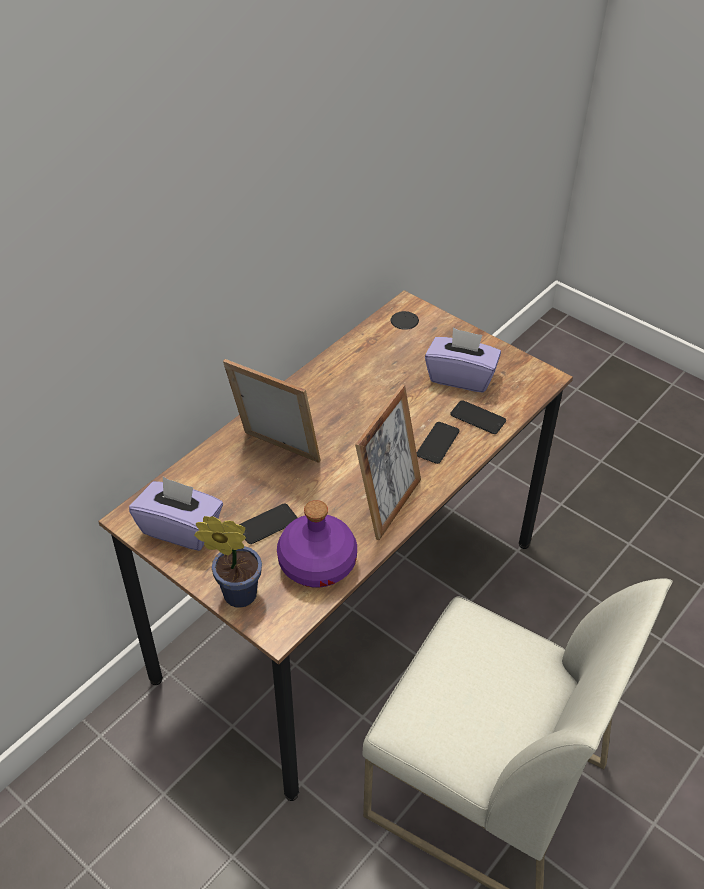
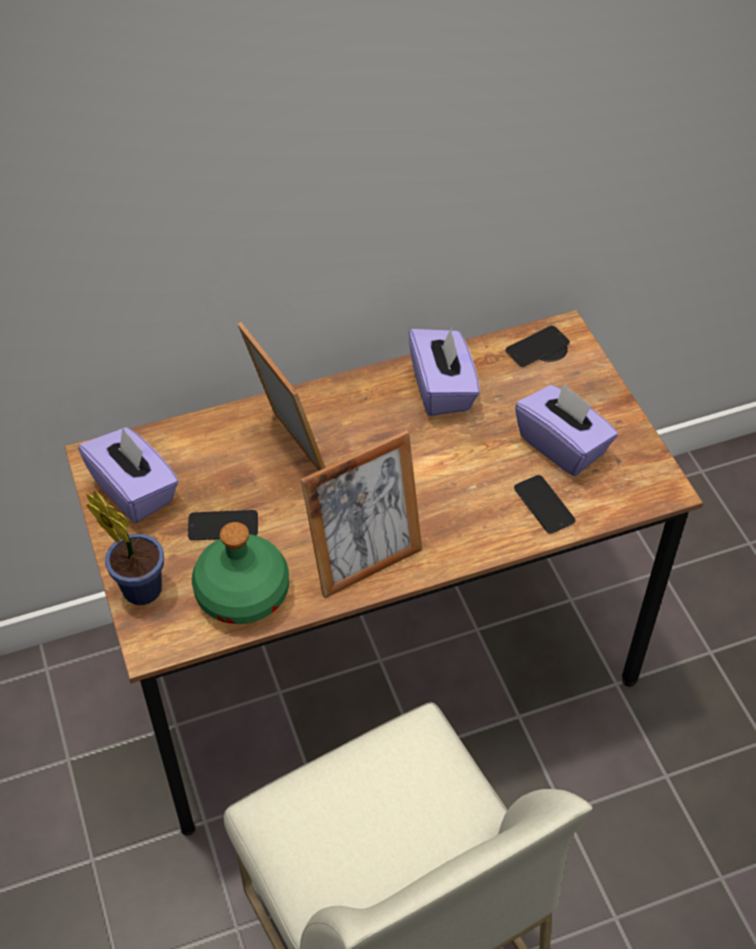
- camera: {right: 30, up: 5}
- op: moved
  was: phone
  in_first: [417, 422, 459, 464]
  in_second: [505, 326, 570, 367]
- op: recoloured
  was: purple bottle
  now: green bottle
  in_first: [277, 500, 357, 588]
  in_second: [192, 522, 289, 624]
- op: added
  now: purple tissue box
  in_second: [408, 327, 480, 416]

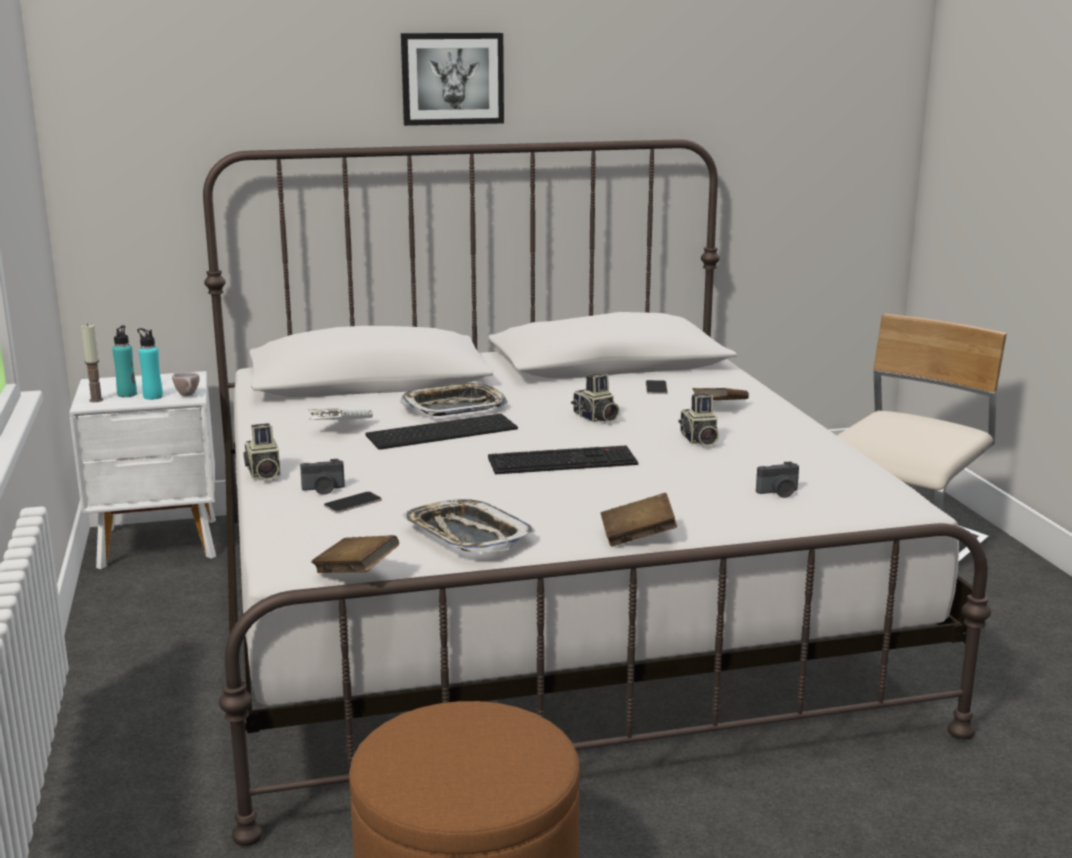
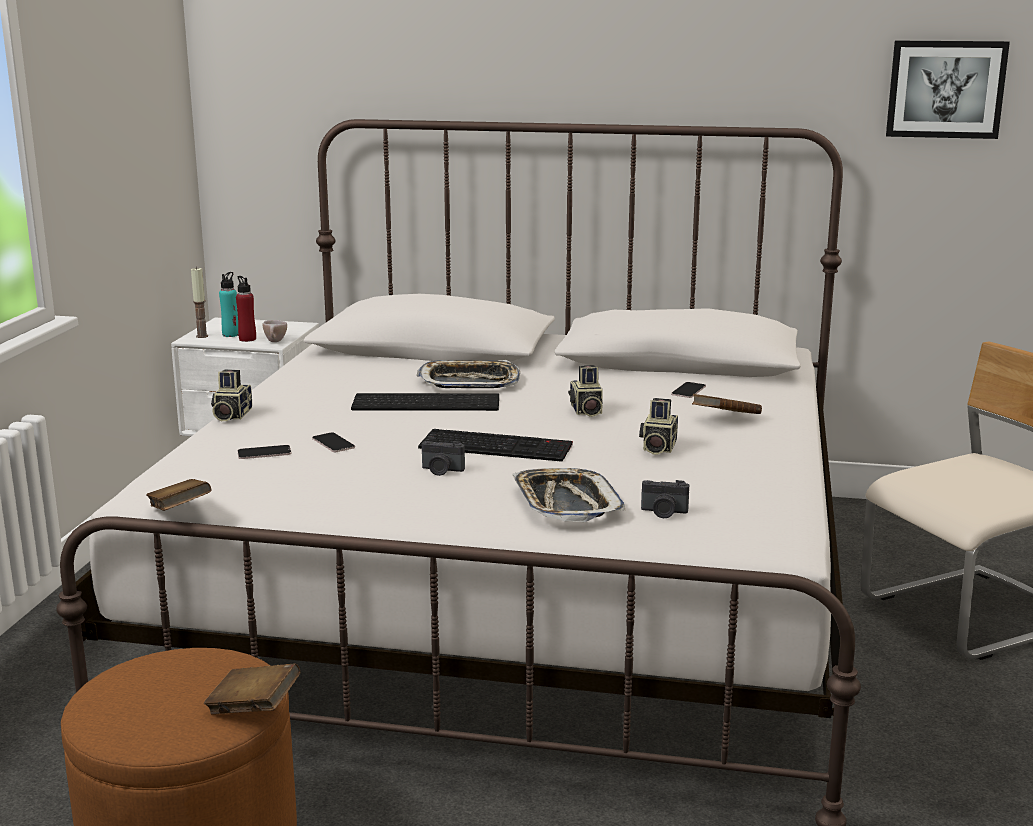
- camera: {right: 25, up: 0}
- op: moved
  was: picture
  in_first: [401, 33, 504, 126]
  in_second: [886, 41, 1010, 139]
- op: recoloured
  was: turquoise bottle
  now: red bottle
  in_first: [137, 328, 163, 400]
  in_second: [236, 276, 256, 342]
- op: removed
  was: white book
  in_first: [308, 408, 373, 420]
- op: moved
  was: photo camera
  in_first: [300, 459, 345, 495]
  in_second: [422, 441, 465, 476]
- op: moved
  was: brown book
  in_first: [601, 493, 677, 546]
  in_second: [204, 664, 300, 714]
- op: moved
  was: tray
  in_first: [401, 499, 535, 552]
  in_second: [512, 468, 625, 522]
- op: added
  now: phone
  in_second: [312, 432, 355, 452]

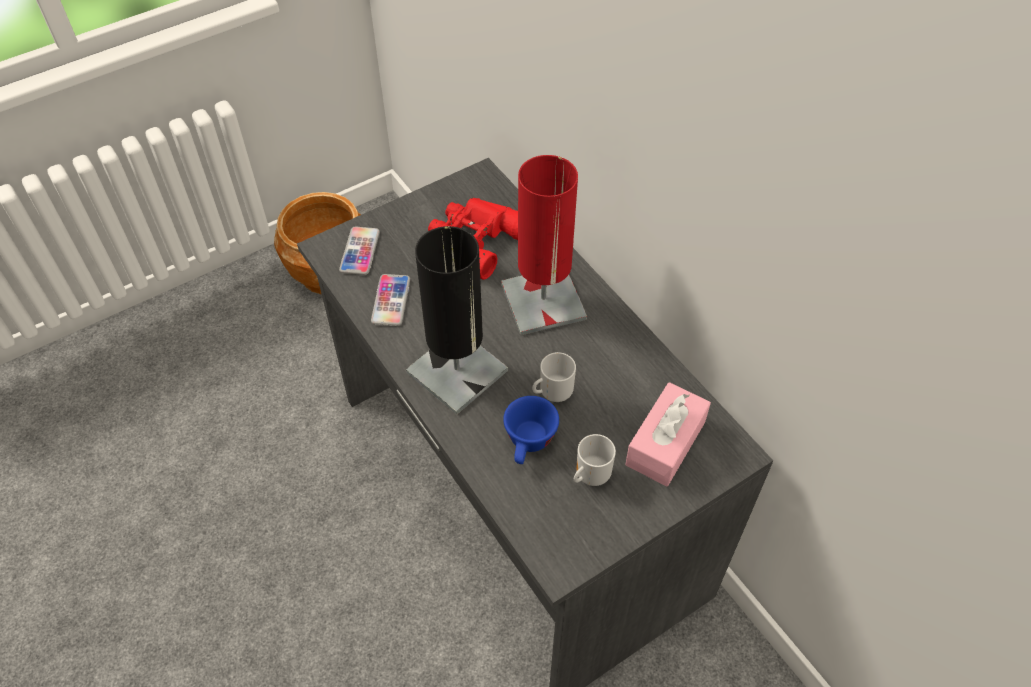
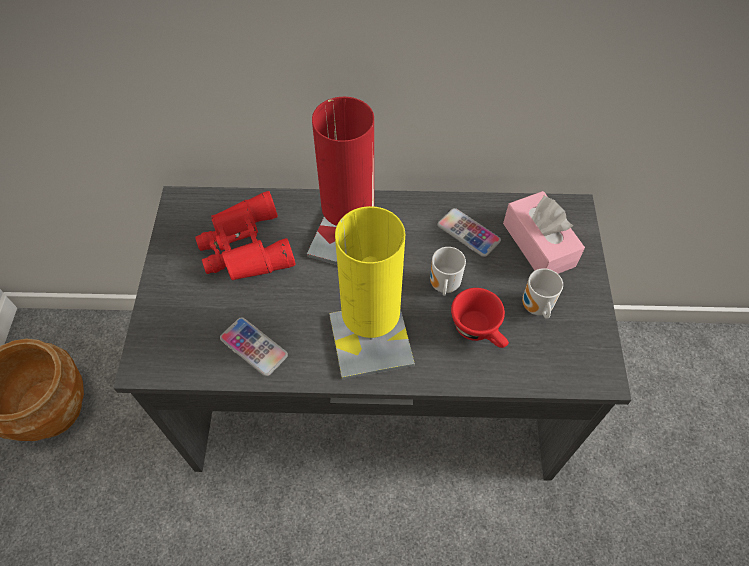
- camera: {right: -55, up: 5}
- op: moved
  was: phone
  in_first: [339, 226, 380, 275]
  in_second: [438, 208, 501, 257]
- op: recoloured
  was: black table lamp
  now: yellow table lamp
  in_first: [406, 226, 508, 415]
  in_second: [329, 206, 415, 380]
- op: recoloured
  was: blue cup
  now: red cup
  in_first: [503, 396, 559, 464]
  in_second: [451, 288, 509, 348]

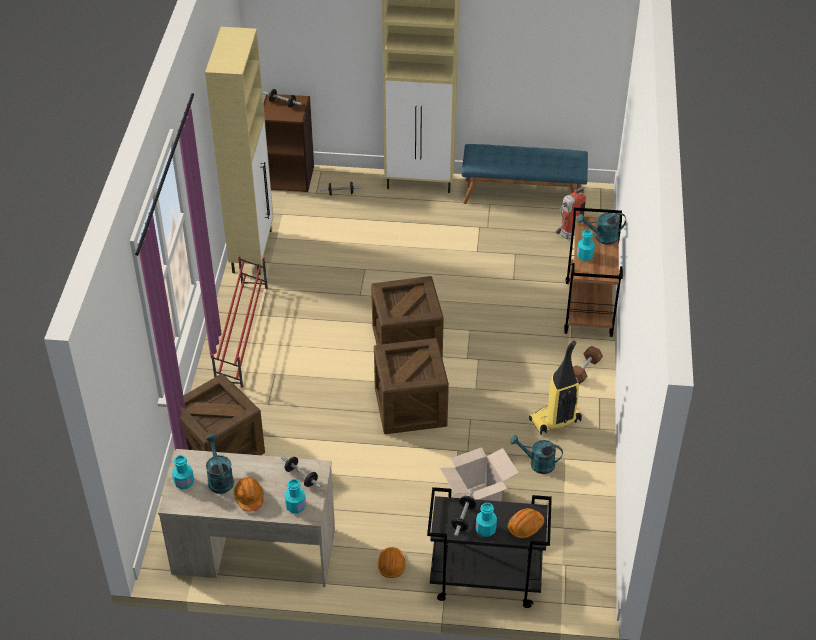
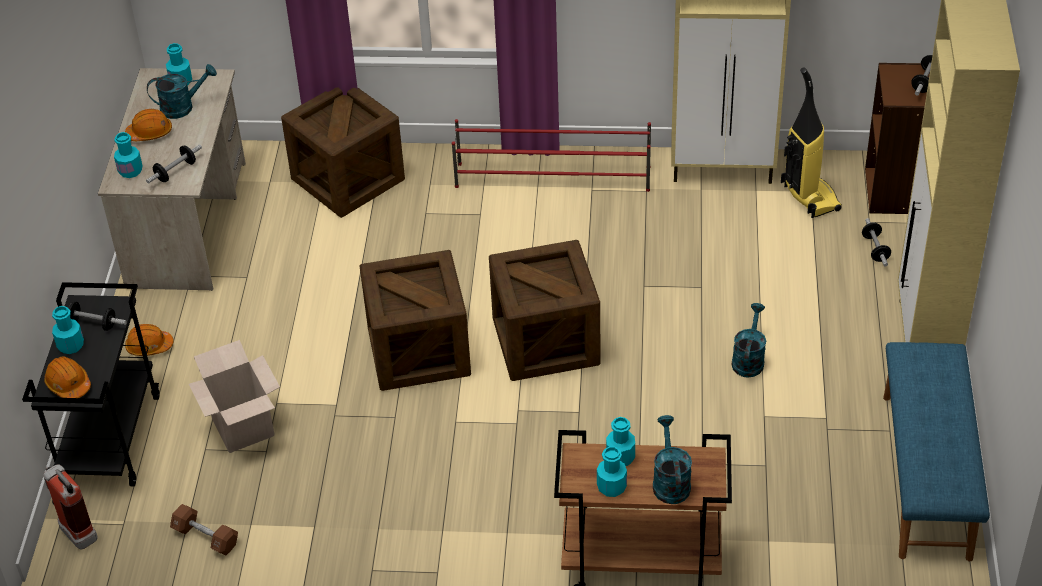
- camera: {right: 90, up: 0}
- op: moved
  was: fire extinguisher
  in_first: [555, 187, 586, 239]
  in_second: [43, 464, 98, 550]
- op: moved
  was: vacuum cleaner
  in_first: [529, 341, 582, 435]
  in_second: [781, 68, 842, 218]
- op: moved
  was: brown dumbbell
  in_first: [573, 346, 603, 384]
  in_second: [170, 504, 238, 555]
- op: moved
  was: turquoise watering can
  in_first: [510, 435, 563, 474]
  in_second: [731, 303, 766, 377]
- op: added
  now: turquoise bottle
  in_second: [597, 446, 627, 497]

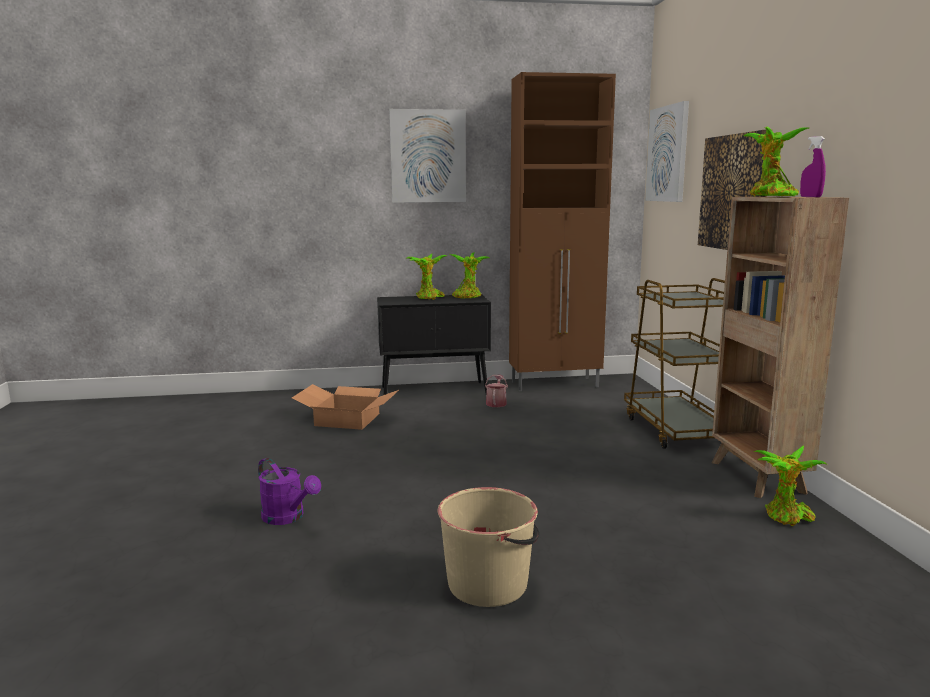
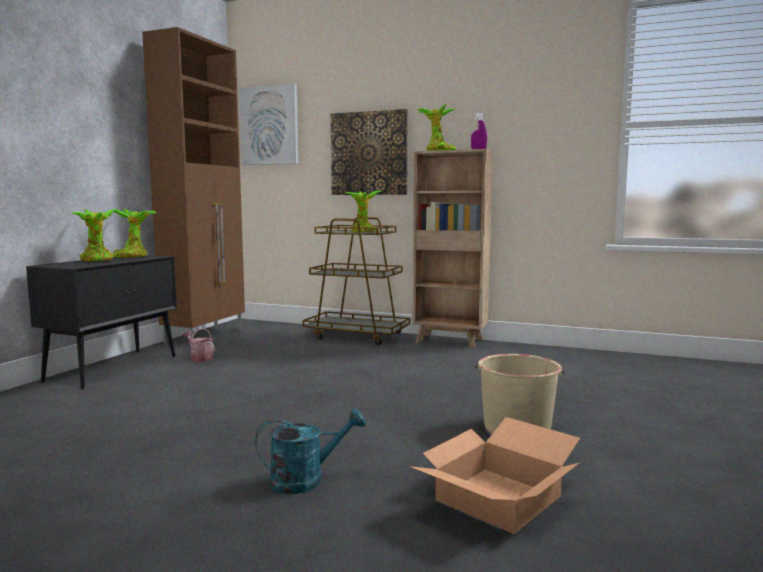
- camera: {right: -60, up: -5}
- op: removed
  was: picture
  in_first: [389, 109, 466, 203]
- op: moved
  was: cardboard box
  in_first: [292, 384, 399, 430]
  in_second: [410, 417, 580, 534]
- op: moved
  was: potted plant
  in_first: [753, 445, 827, 526]
  in_second: [344, 190, 382, 233]
- op: recoloured
  was: purple watering can
  now: turquoise watering can
  in_first: [258, 458, 321, 525]
  in_second: [255, 408, 366, 494]

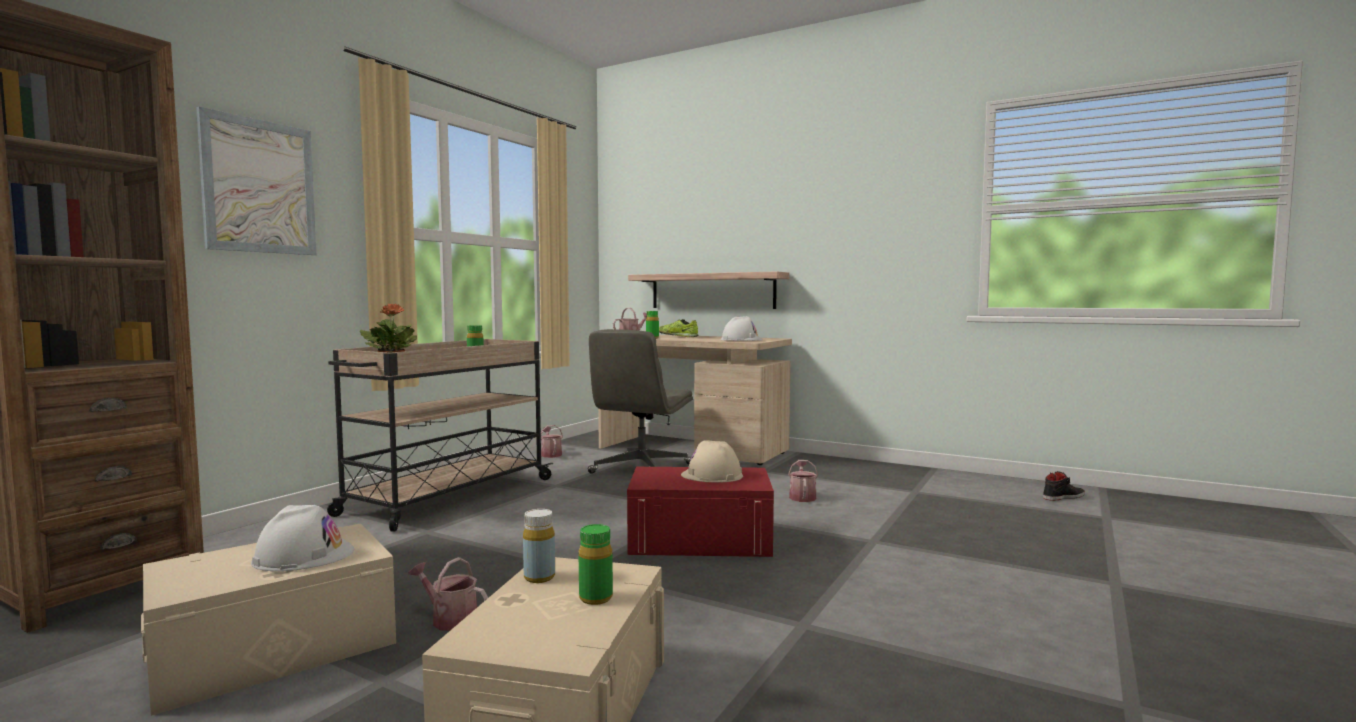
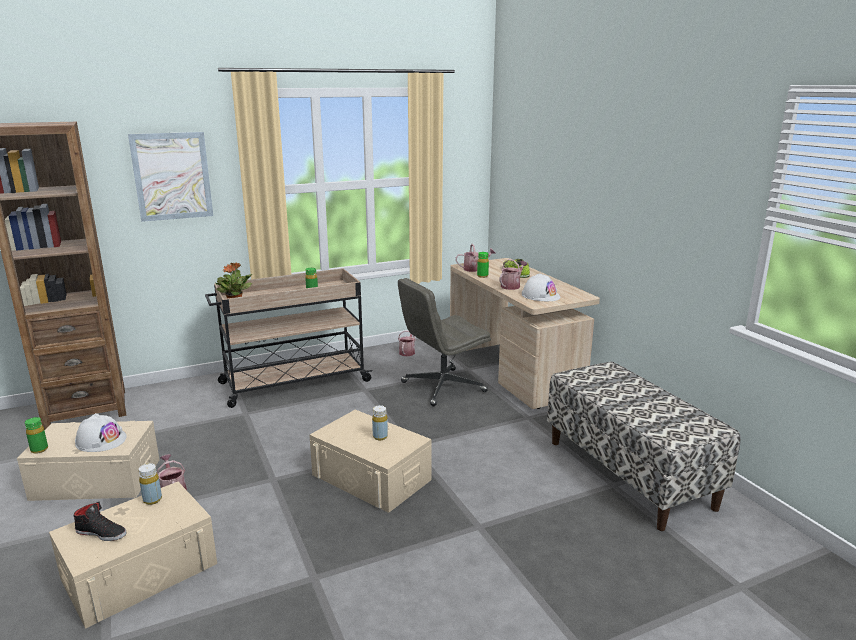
- camera: {right: 35, up: 15}
- op: removed
  was: shelf
  in_first: [628, 271, 789, 309]
- op: replaced
  was: beige hard hat
  now: yellow bottle
  in_first: [681, 440, 743, 483]
  in_second: [372, 405, 388, 440]
- op: moved
  was: watering can
  in_first: [788, 460, 818, 502]
  in_second: [500, 259, 528, 290]
- op: recoloured
  was: red storage box
  now: beige storage box
  in_first: [627, 467, 774, 557]
  in_second: [309, 410, 432, 513]
- op: moved
  was: black shoe
  in_first: [1043, 471, 1085, 501]
  in_second: [74, 501, 126, 541]
- op: moved
  was: green bottle
  in_first: [579, 524, 613, 605]
  in_second: [25, 417, 48, 454]
- op: added
  now: bench
  in_second: [547, 361, 741, 531]

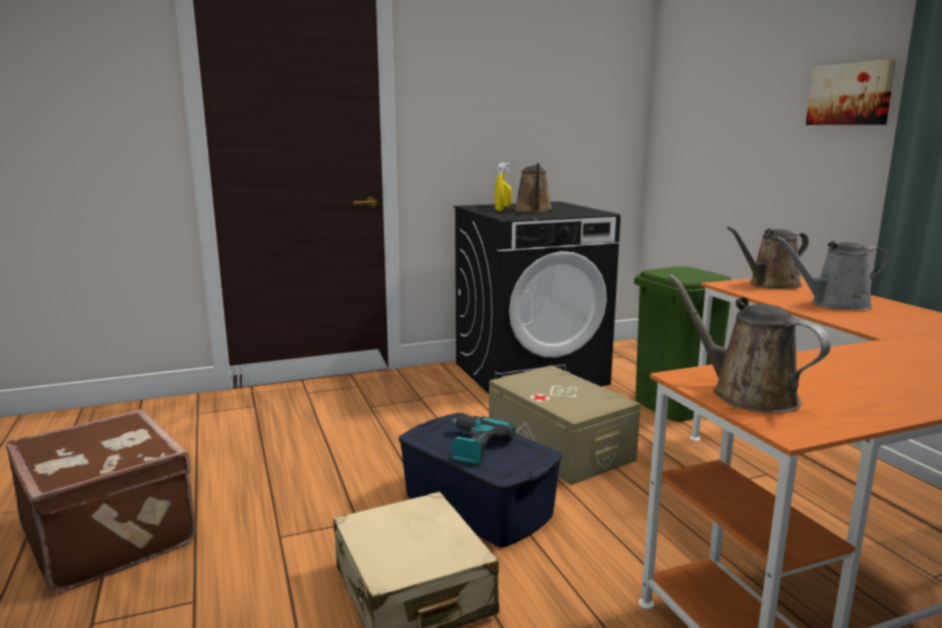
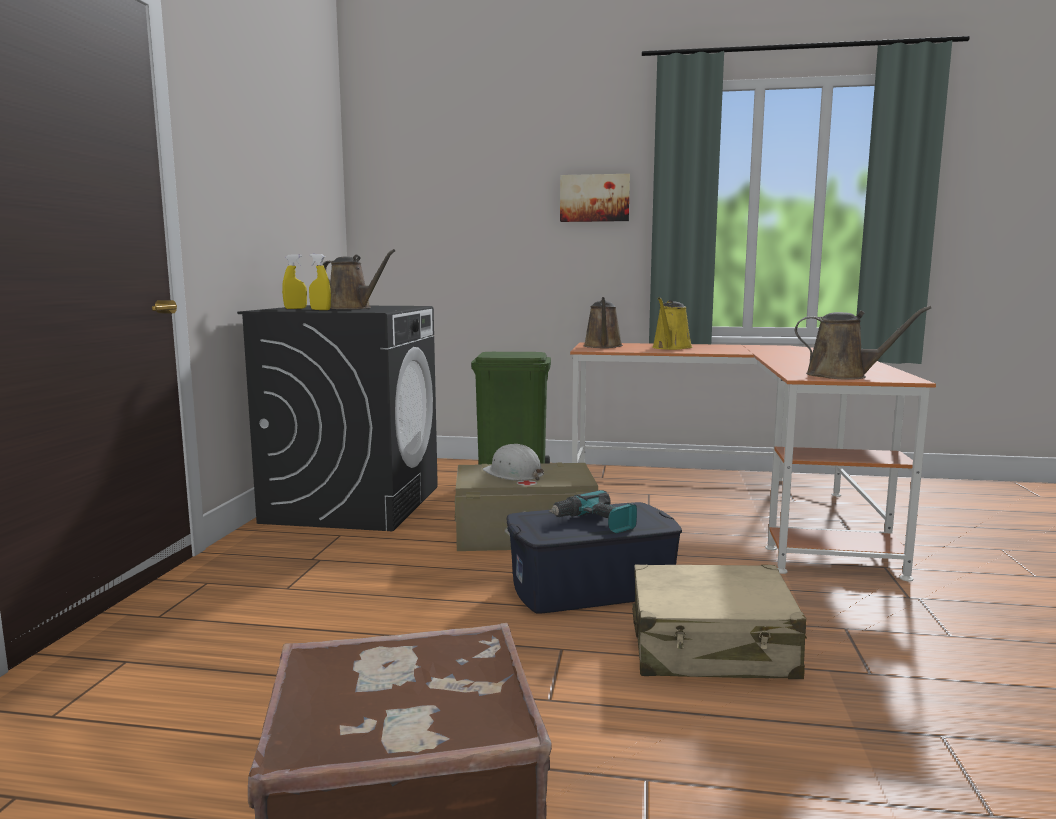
- camera: {right: -60, up: -5}
- op: recoloured
  was: grey watering can
  now: yellow watering can
  in_first: [775, 236, 889, 310]
  in_second: [652, 297, 693, 350]
- op: turned
  was: brown watering can
  in_first: [668, 274, 831, 413]
  in_second: [795, 306, 931, 379]
  clockwise: -150
- op: added
  now: white hard hat
  in_second: [482, 444, 544, 481]

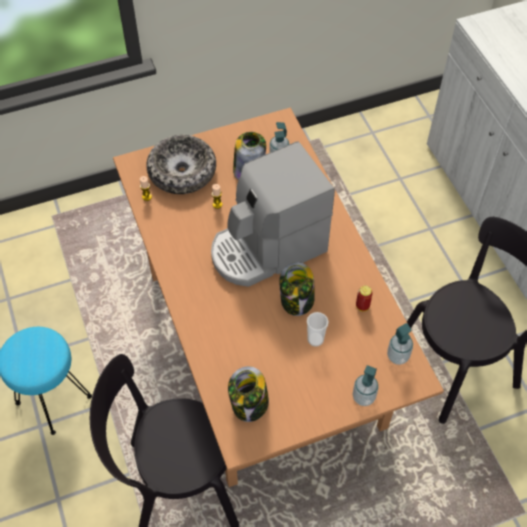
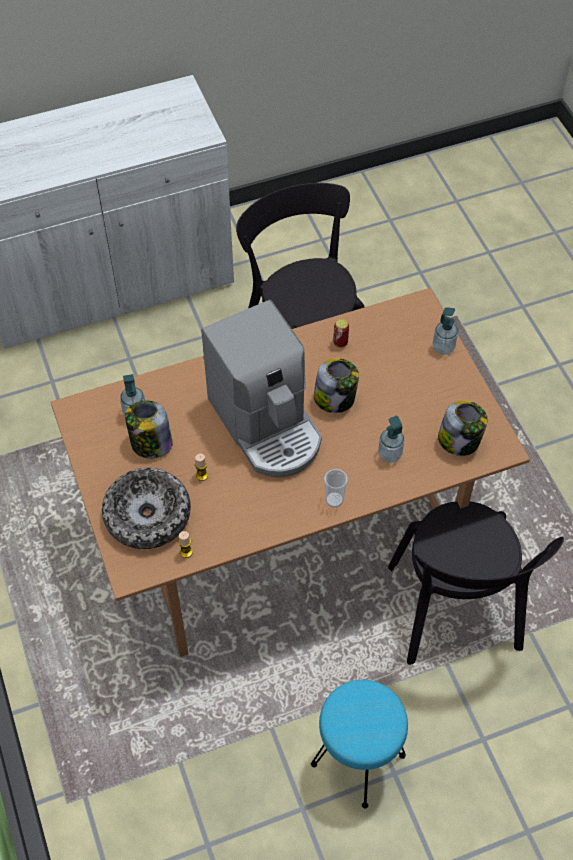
- camera: {right: -90, up: 0}
- op: moved
  was: cup
  in_first: [307, 312, 329, 347]
  in_second: [324, 469, 348, 507]
- op: moved
  was: soap dispenser
  in_first: [387, 323, 413, 365]
  in_second: [378, 416, 405, 463]

